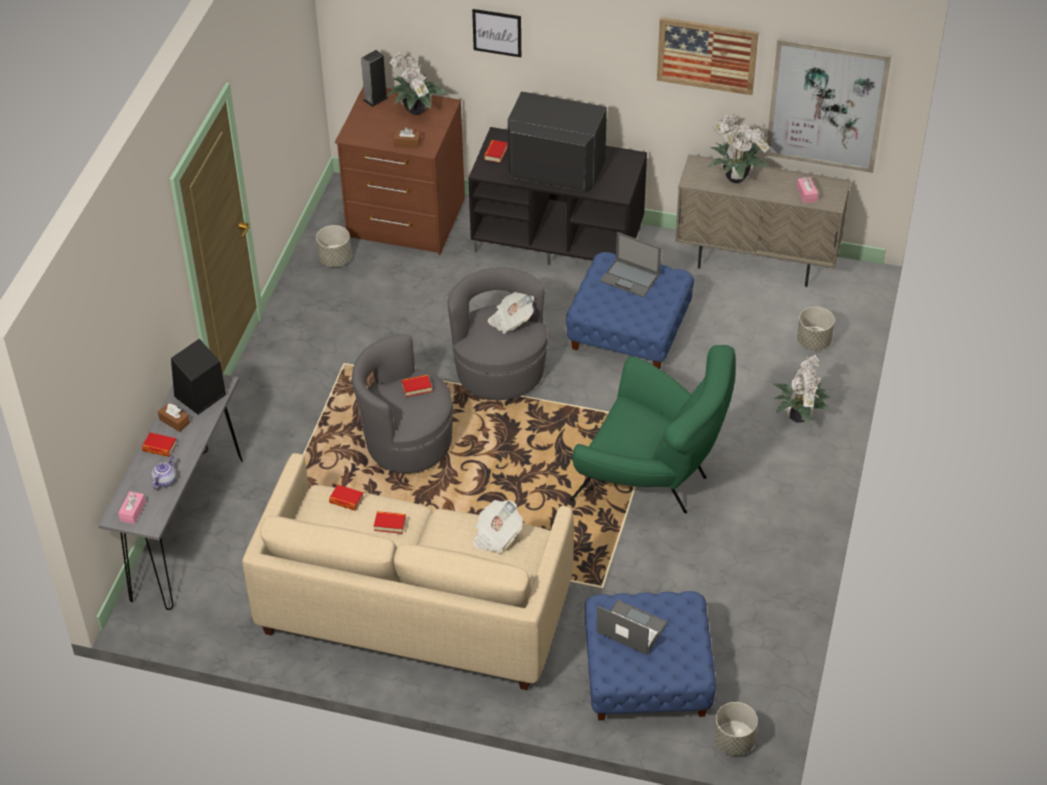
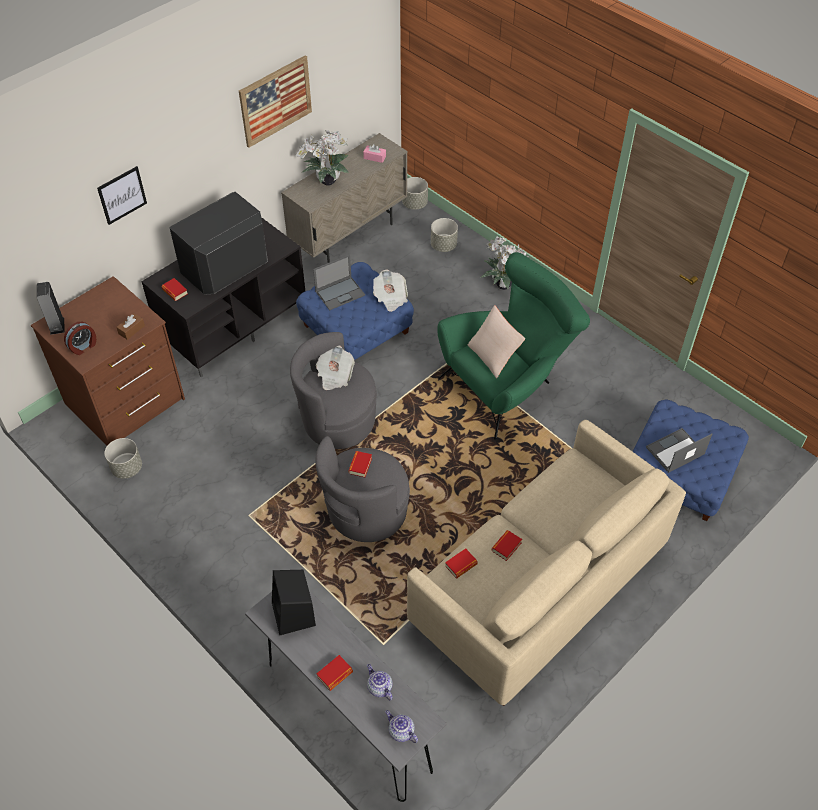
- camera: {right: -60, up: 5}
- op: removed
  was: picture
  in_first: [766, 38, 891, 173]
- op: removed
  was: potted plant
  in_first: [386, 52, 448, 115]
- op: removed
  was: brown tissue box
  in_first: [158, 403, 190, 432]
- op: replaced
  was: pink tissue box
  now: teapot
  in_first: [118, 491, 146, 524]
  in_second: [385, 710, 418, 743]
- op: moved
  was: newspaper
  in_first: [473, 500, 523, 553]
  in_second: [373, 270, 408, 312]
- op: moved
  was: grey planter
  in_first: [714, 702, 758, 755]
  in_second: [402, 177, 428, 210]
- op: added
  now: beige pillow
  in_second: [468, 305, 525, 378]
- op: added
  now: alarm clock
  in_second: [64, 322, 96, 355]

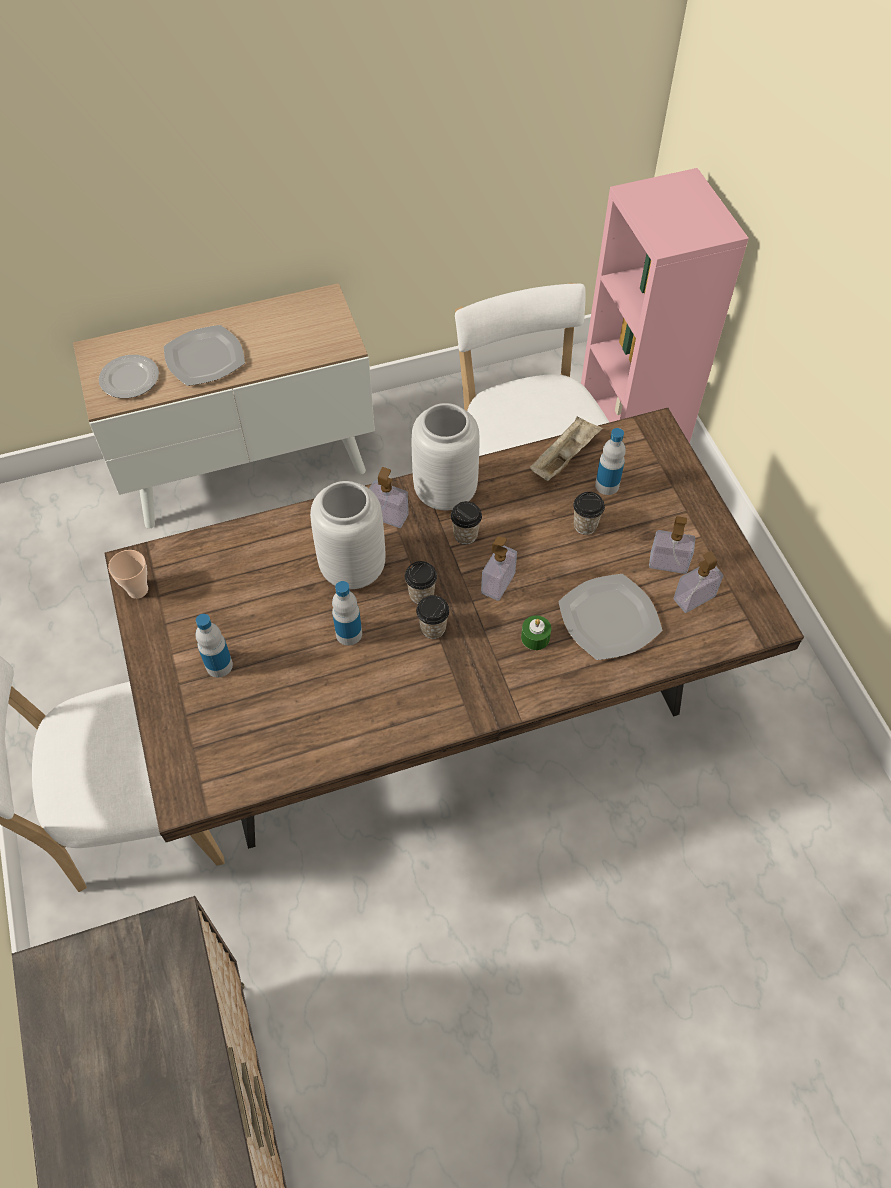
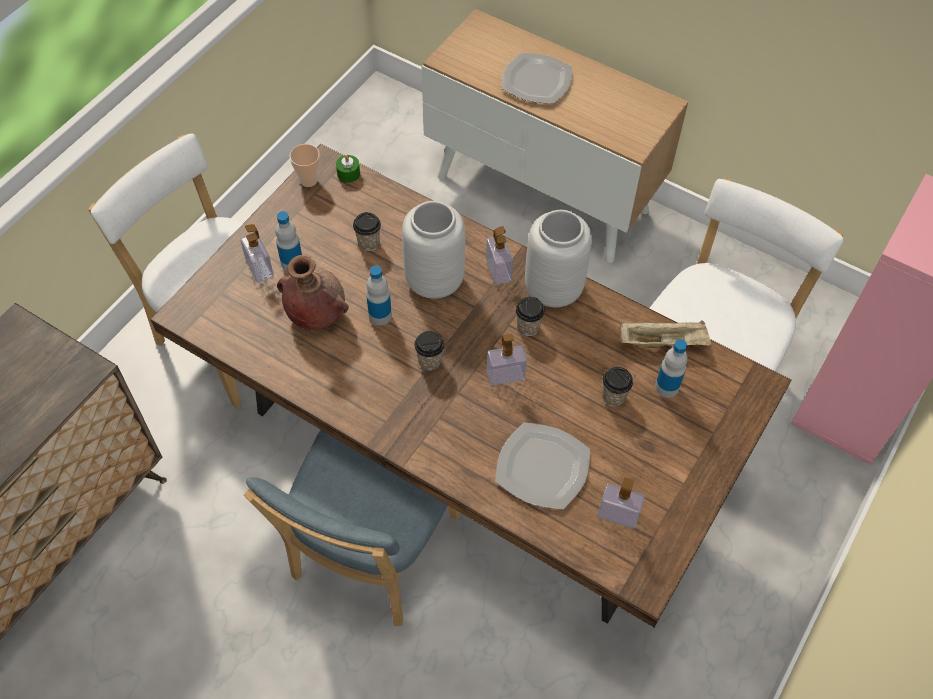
- camera: {right: 50, up: 0}
- op: removed
  was: plate
  in_first: [99, 355, 159, 398]
- op: moved
  was: soap dispenser
  in_first: [649, 516, 695, 574]
  in_second: [240, 224, 274, 283]
- op: moved
  was: cup
  in_first: [405, 561, 437, 604]
  in_second: [353, 212, 381, 251]
- op: moved
  was: green candle
  in_first: [521, 615, 551, 650]
  in_second: [336, 155, 360, 183]
- op: added
  now: brown vase
  in_second: [277, 255, 349, 331]
- op: added
  now: blue chair
  in_second: [244, 429, 460, 626]

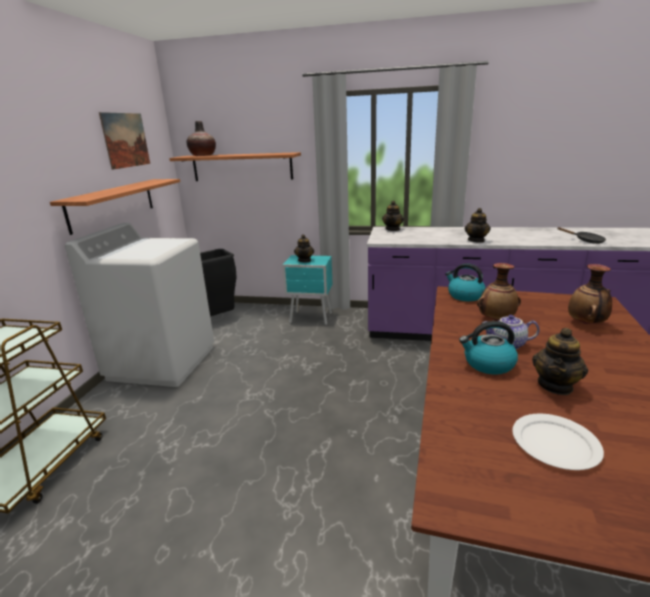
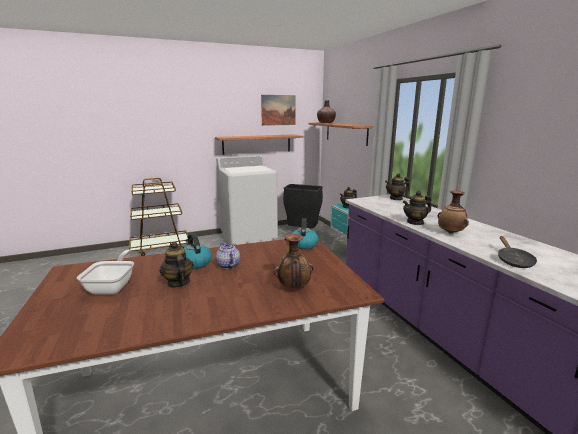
- camera: {right: 55, up: -5}
- op: moved
  was: vase
  in_first: [477, 263, 521, 321]
  in_second: [438, 190, 469, 234]
- op: turned
  was: teapot
  in_first: [532, 328, 588, 395]
  in_second: [159, 242, 194, 288]
  clockwise: 60
- op: replaced
  was: white plate
  now: frying pan
  in_first: [512, 414, 604, 470]
  in_second: [77, 249, 134, 294]

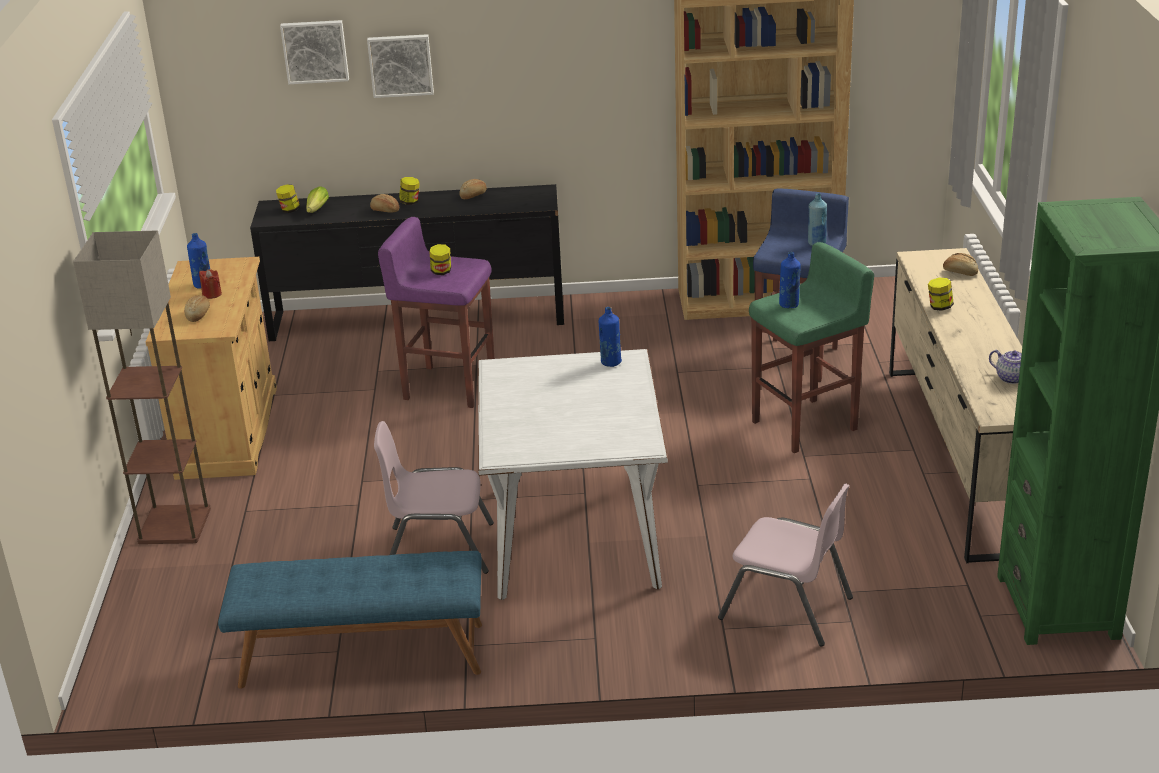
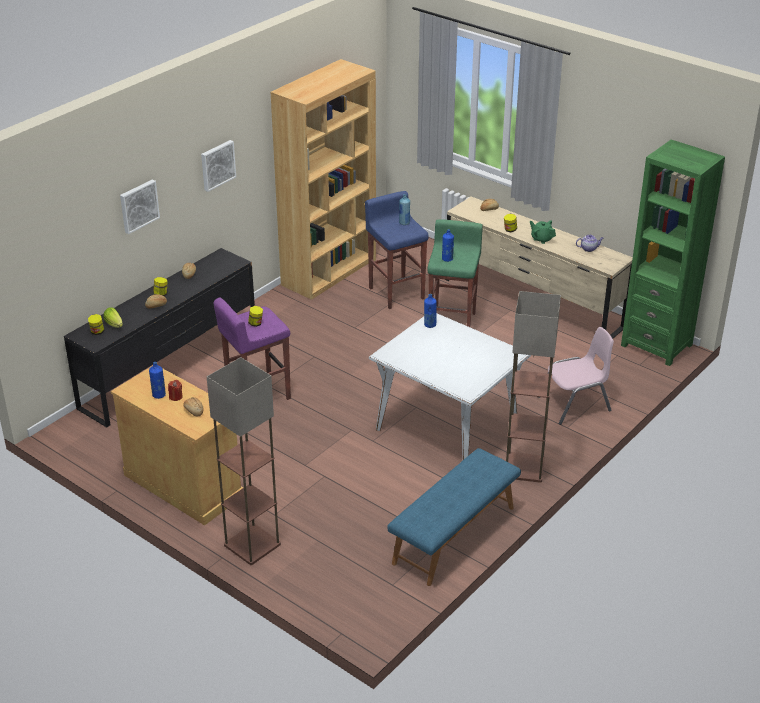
- camera: {right: -50, up: 5}
- op: moved
  was: picture
  in_first: [280, 20, 349, 84]
  in_second: [201, 140, 236, 192]
- op: removed
  was: pink chair
  in_first: [374, 421, 494, 574]
- op: added
  now: green teapot
  in_second: [530, 220, 556, 244]
- op: added
  now: floor lamp
  in_second: [506, 291, 561, 483]

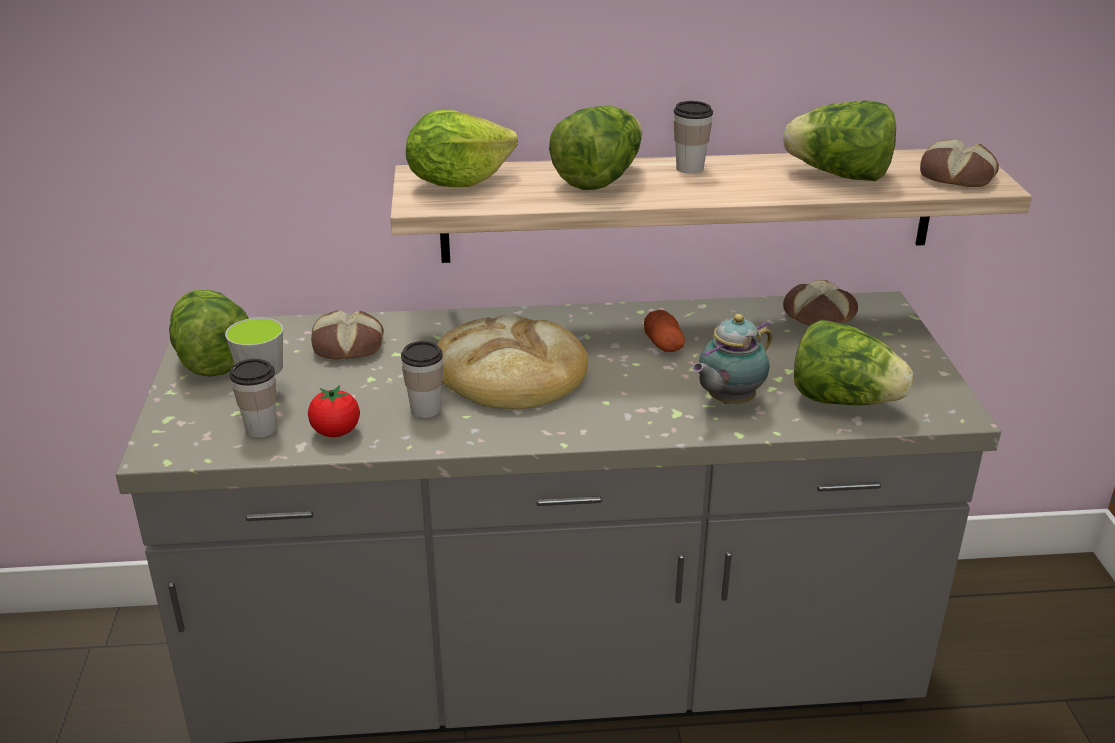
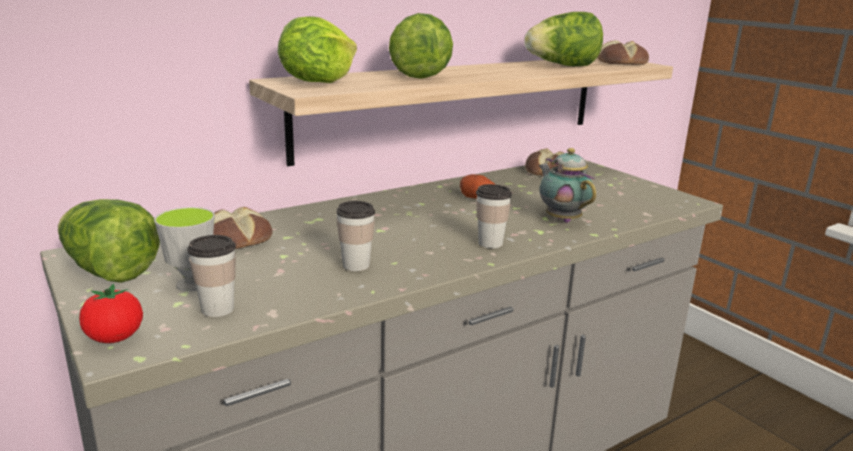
- camera: {right: -30, up: -10}
- op: moved
  was: cup
  in_first: [674, 101, 713, 174]
  in_second: [476, 184, 512, 248]
- op: turned
  was: teapot
  in_first: [692, 314, 772, 404]
  in_second: [539, 148, 596, 223]
  clockwise: 135
- op: removed
  was: bread
  in_first: [437, 315, 588, 409]
- op: removed
  was: lettuce
  in_first: [794, 320, 913, 405]
- op: moved
  was: tomato
  in_first: [308, 385, 360, 437]
  in_second: [79, 284, 143, 343]

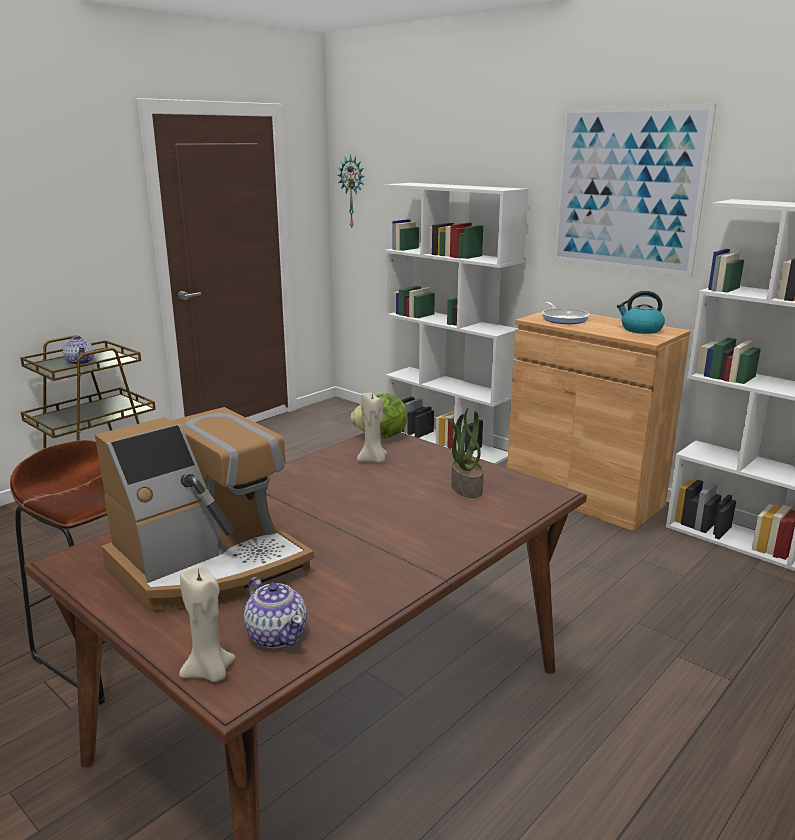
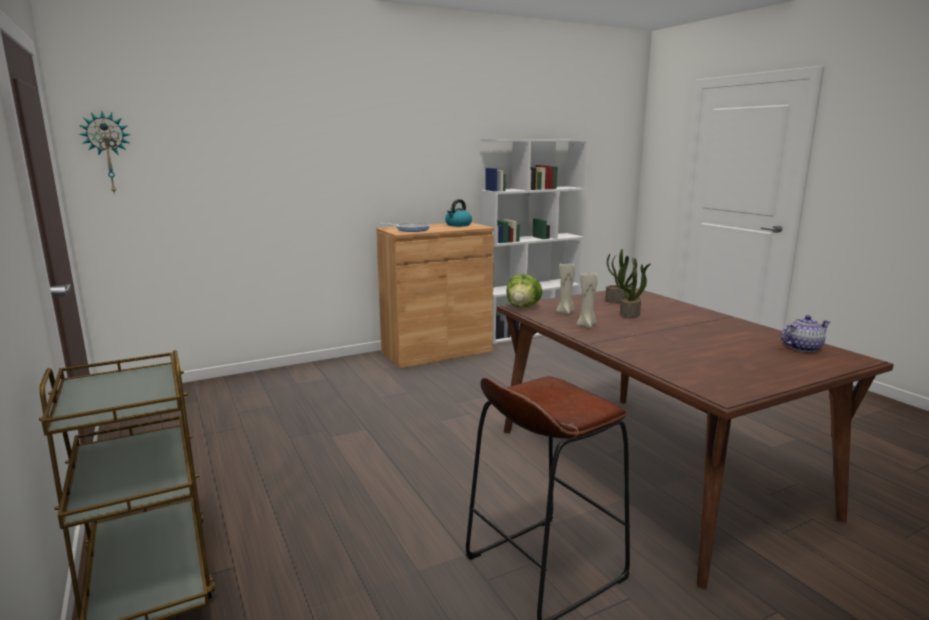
- camera: {right: -70, up: -5}
- op: removed
  was: picture
  in_first: [552, 104, 716, 277]
- op: removed
  was: white bookcase
  in_first: [384, 183, 529, 464]
- op: removed
  was: teapot
  in_first: [63, 336, 94, 365]
- op: removed
  was: coffee machine
  in_first: [95, 407, 314, 611]
- op: moved
  was: beige candle
  in_first: [179, 566, 235, 682]
  in_second: [577, 273, 597, 328]
- op: added
  now: potted plant
  in_second: [618, 258, 651, 318]

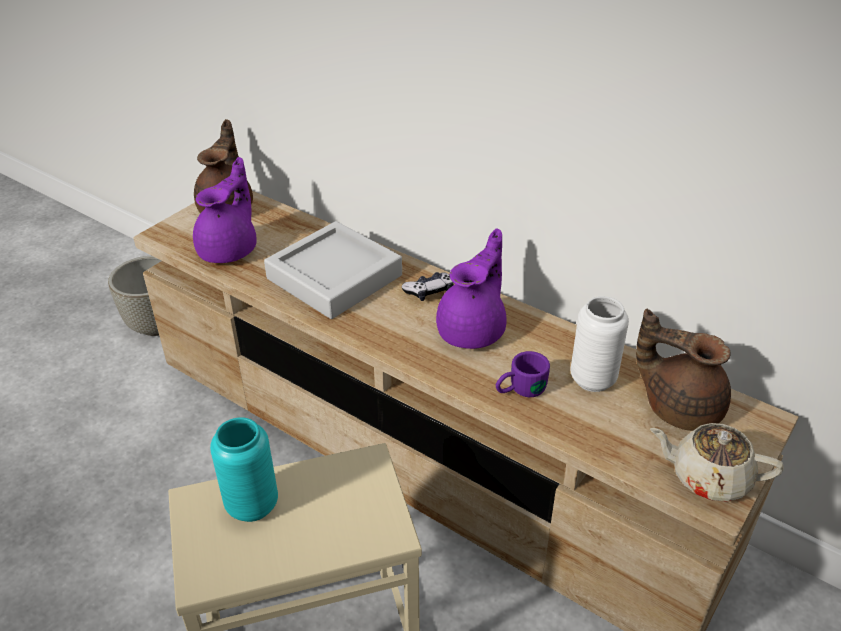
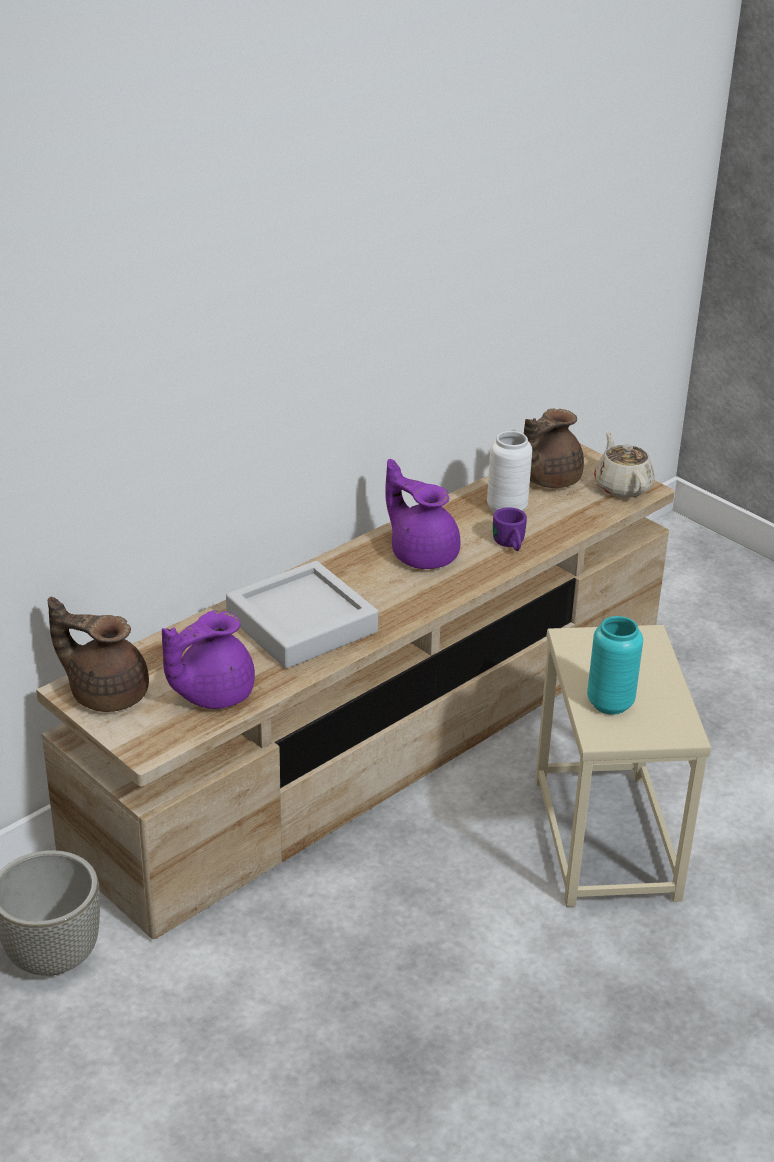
- camera: {right: -80, up: -5}
- op: turned
  was: purple teapot
  in_first: [193, 157, 257, 263]
  in_second: [162, 611, 255, 709]
  clockwise: -75
- op: removed
  was: game controller
  in_first: [402, 272, 454, 301]
- op: turned
  was: beige teapot
  in_first: [650, 423, 784, 502]
  in_second: [594, 431, 655, 498]
  clockwise: 135

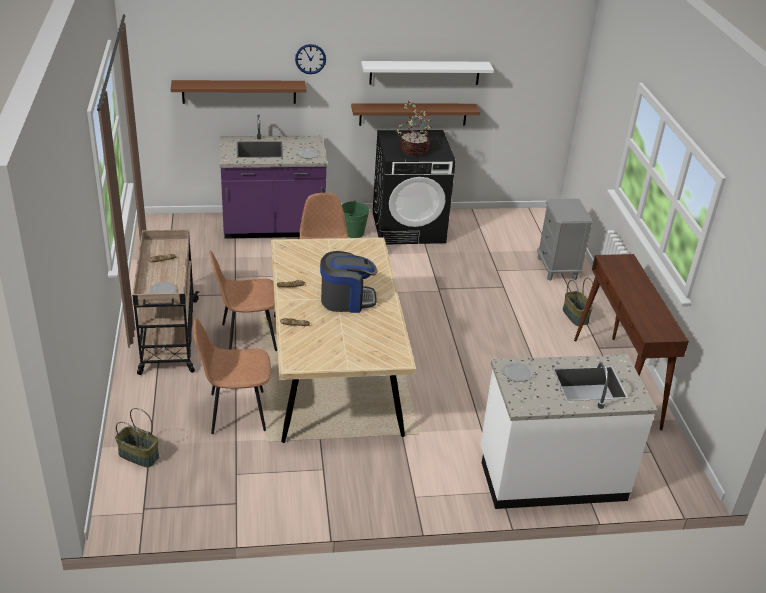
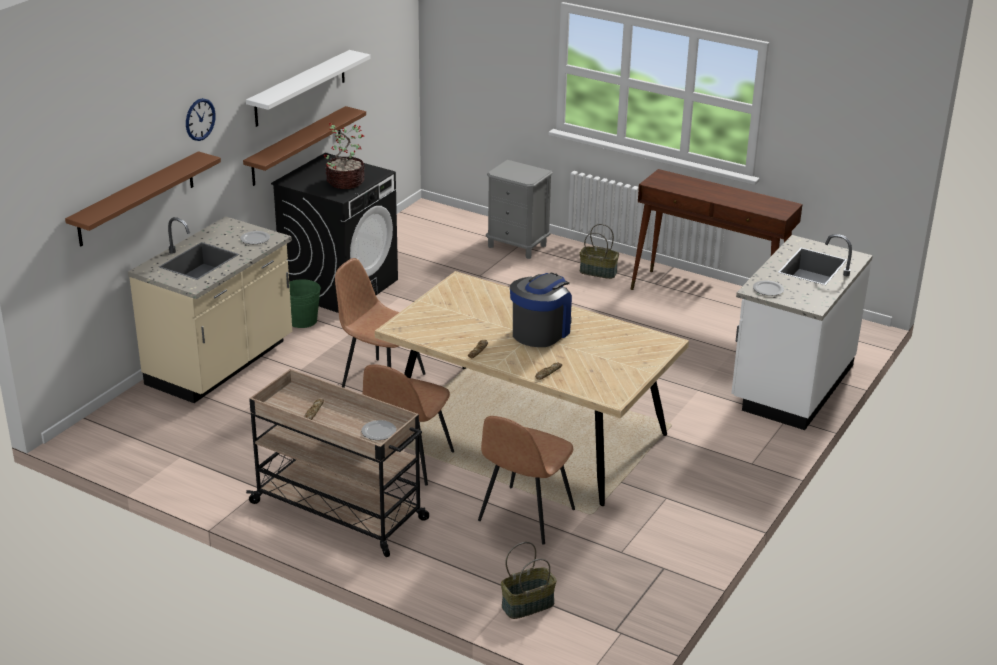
- camera: {right: -50, up: -5}
- op: recoloured
  was: purple counter
  now: beige counter
  in_first: [220, 115, 328, 239]
  in_second: [128, 216, 292, 403]

